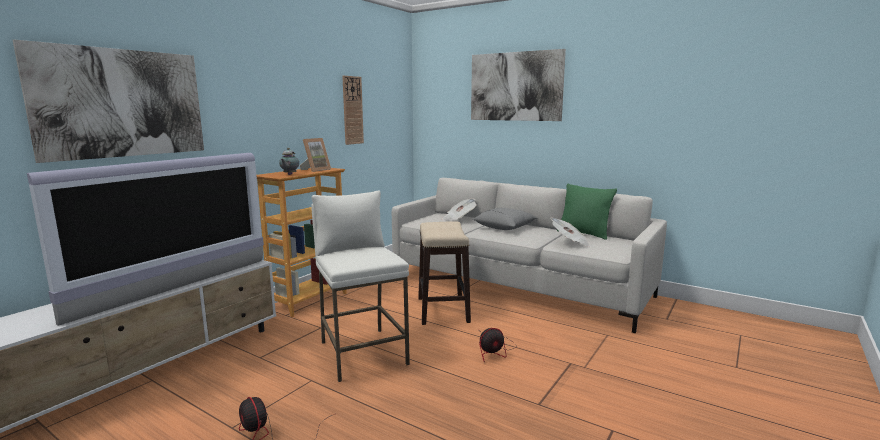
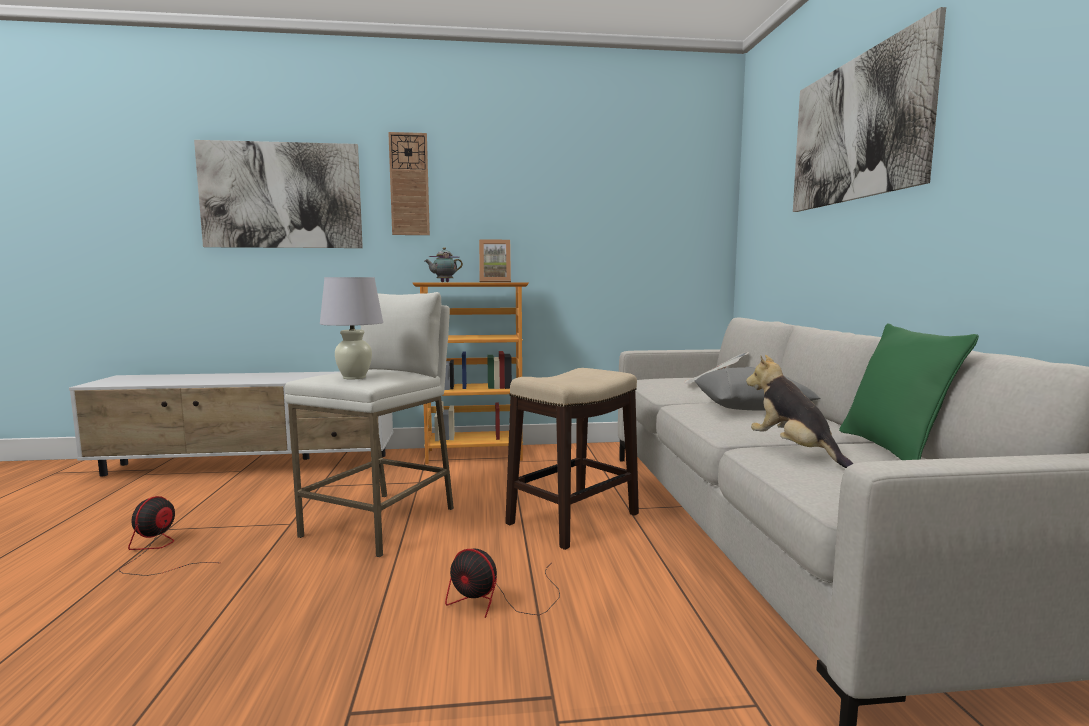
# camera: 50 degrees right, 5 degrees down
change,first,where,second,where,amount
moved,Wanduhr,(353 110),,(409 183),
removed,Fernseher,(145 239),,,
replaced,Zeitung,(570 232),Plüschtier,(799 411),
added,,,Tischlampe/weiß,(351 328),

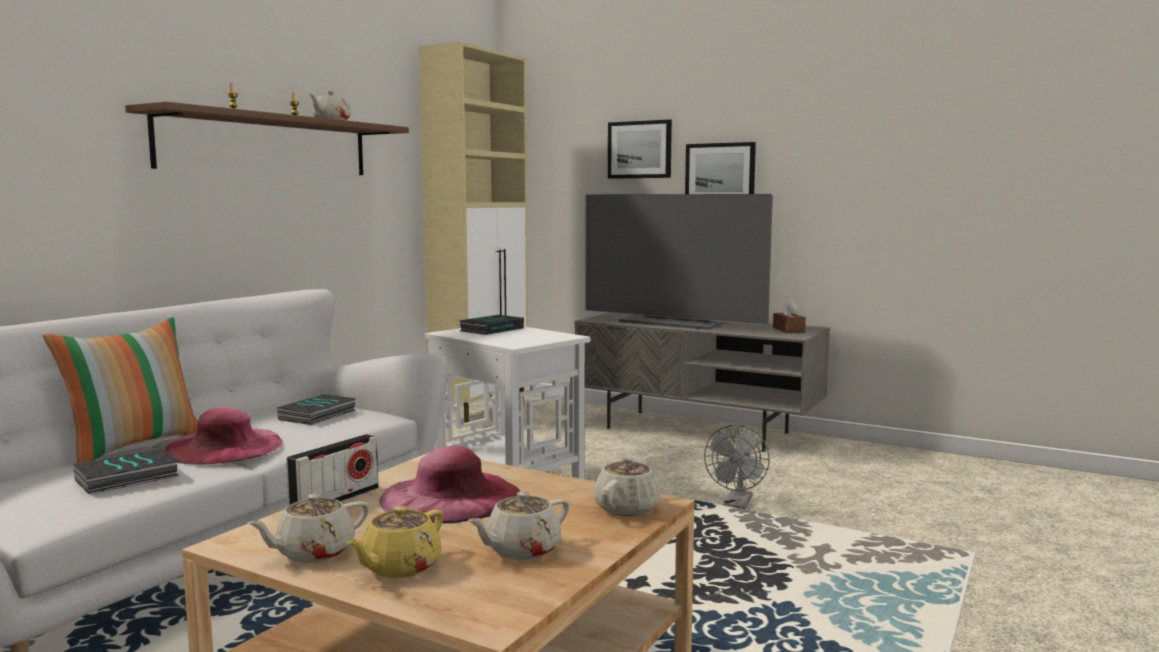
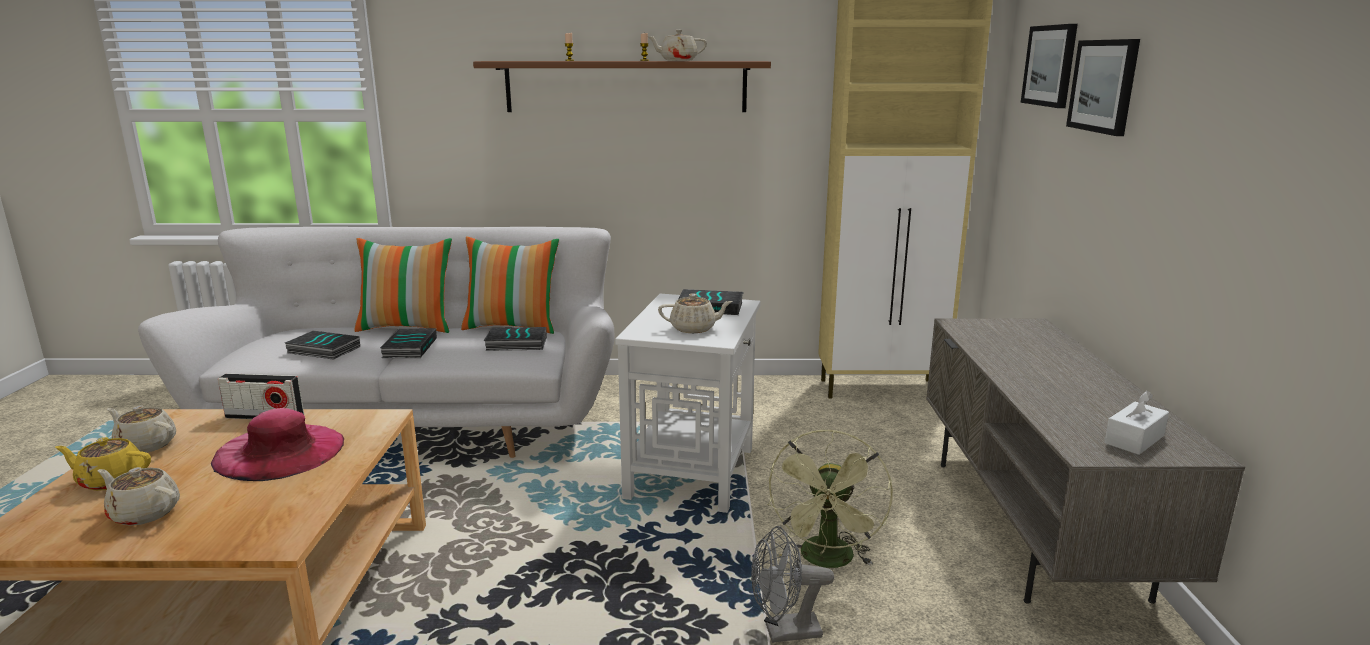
# camera: 60 degrees right, 10 degrees up
change,first,where,second,where,amount
moved,Bild,(720 168),,(1049 66),
removed,Fernseher,(679 262),,,
recoloured,Taschentuchbox/braun,(789 316),Taschentuchbox/weiß,(1136 423),
replaced,Hut/rosa,(223 436),Buch,(408 343),
moved,Teekanne/beige,(627 485),,(695 313),
added,,,Kissen,(510 285),
added,,,Ventilator/grün,(830 498),

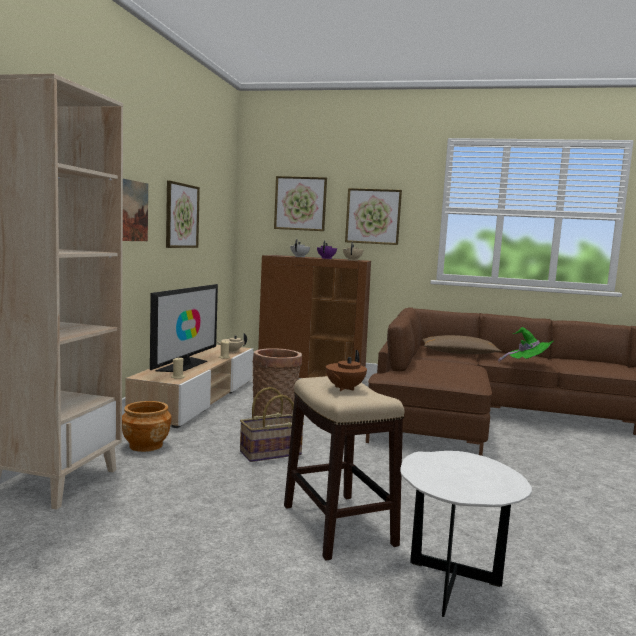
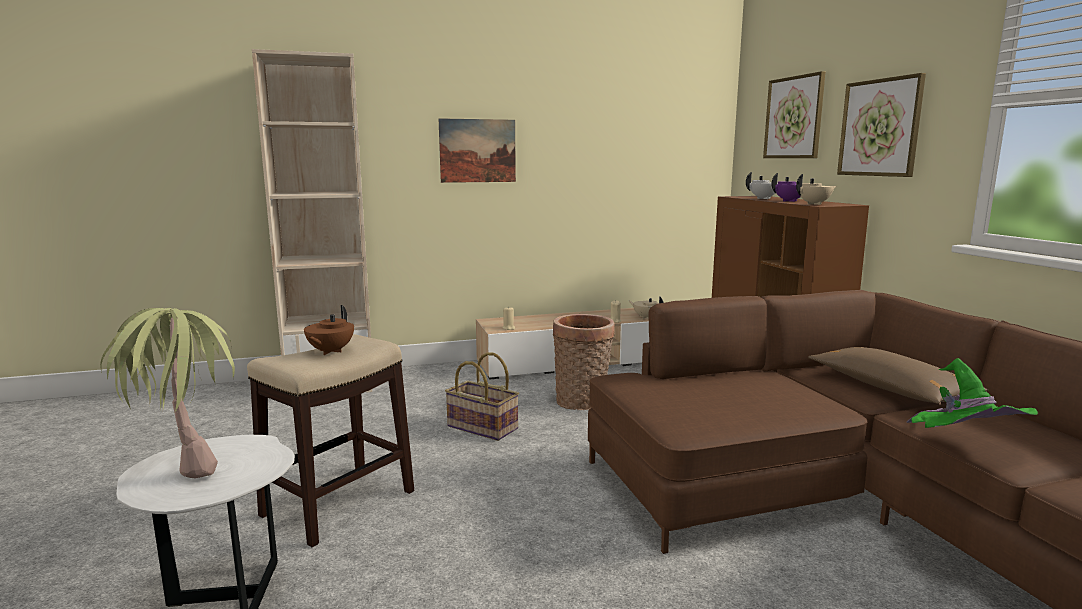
# camera: 60 degrees right, 5 degrees up
change,first,where,second,where,amount
removed,Bild,(183 214),,,
removed,Fernseher,(184 328),,,
turned,Teekanne/braun,(346 370),,(329 330),75 degrees counterclockwise
removed,Pflanzkübel/braun,(146 426),,,
added,,,Topfpflanze,(167 393),

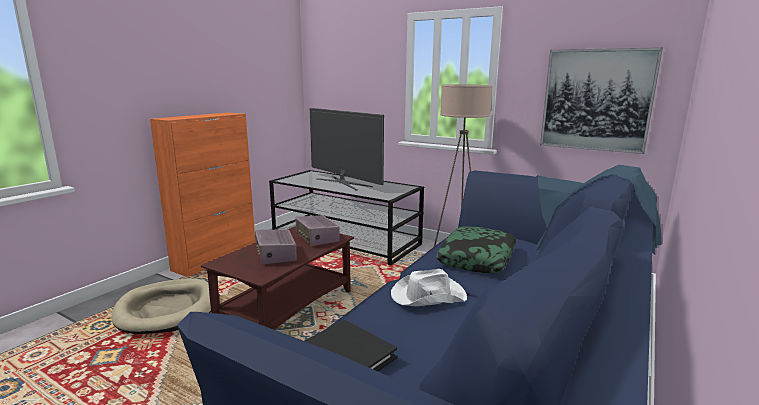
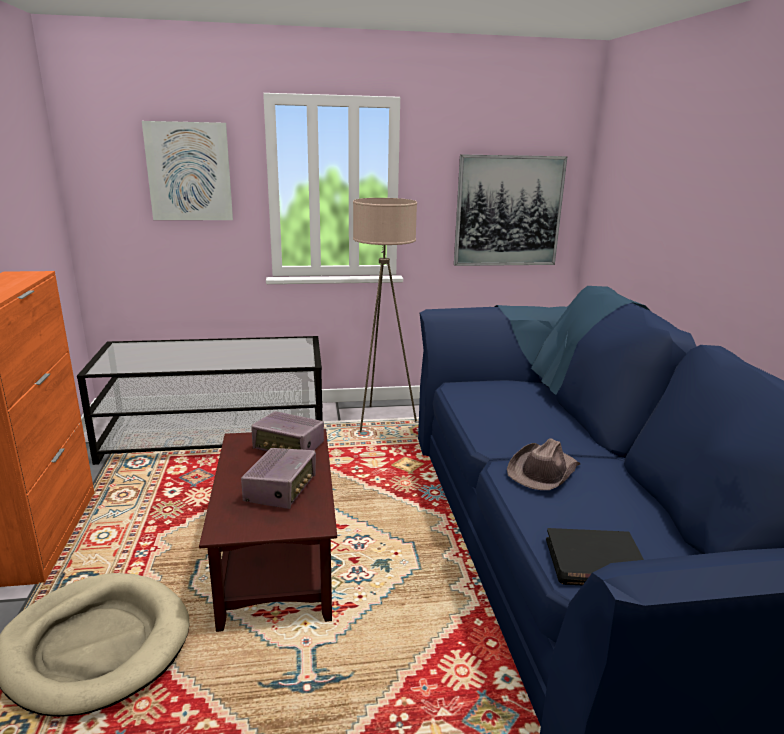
# camera: 40 degrees left, 5 degrees up
change,first,where,second,where,amount
removed,Fernseher,(347 149),,,
removed,Kissen,(475 250),,,
turned,Radio,(276 247),,(278 478),105 degrees counterclockwise
recoloured,Hut/weiß,(429 287),Hut/braun,(543 464),
added,,,Bild,(187 170),

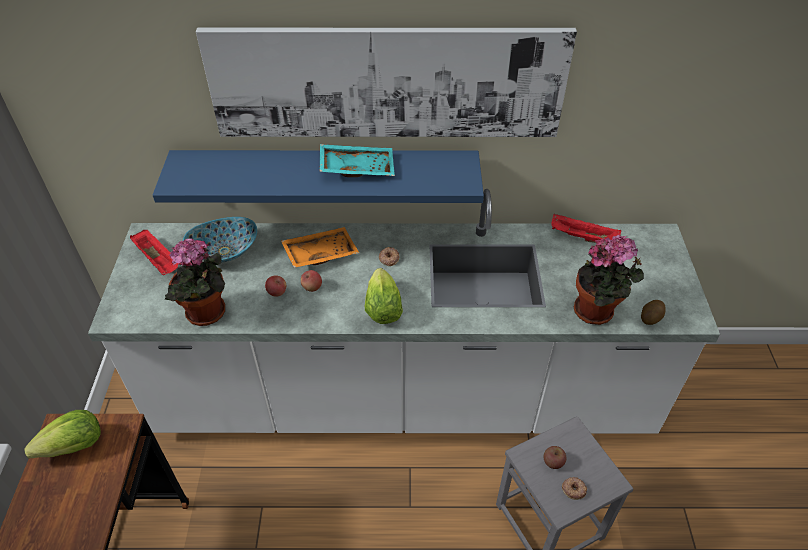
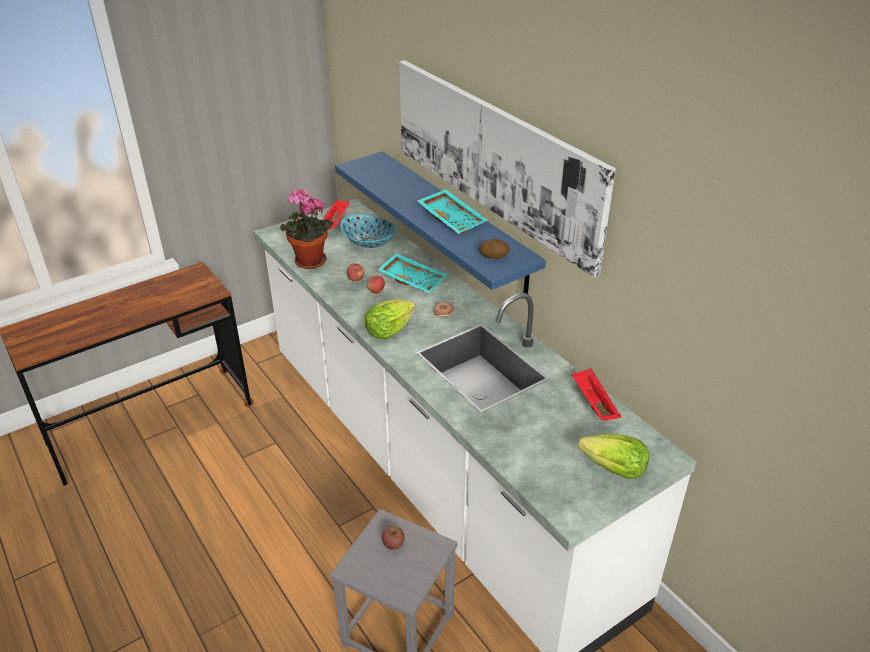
# camera: 55 degrees right, 10 degrees down
change,first,where,second,where,amount
recoloured,Tablett/orange,(320 247),Tablett/türkis,(412 273),
removed,Topfpflanze,(609 280),,,
moved,Kartoffel,(653 312),,(494 249),
moved,Salatkopf,(62 434),,(613 456),
removed,Donut,(574 488),,,

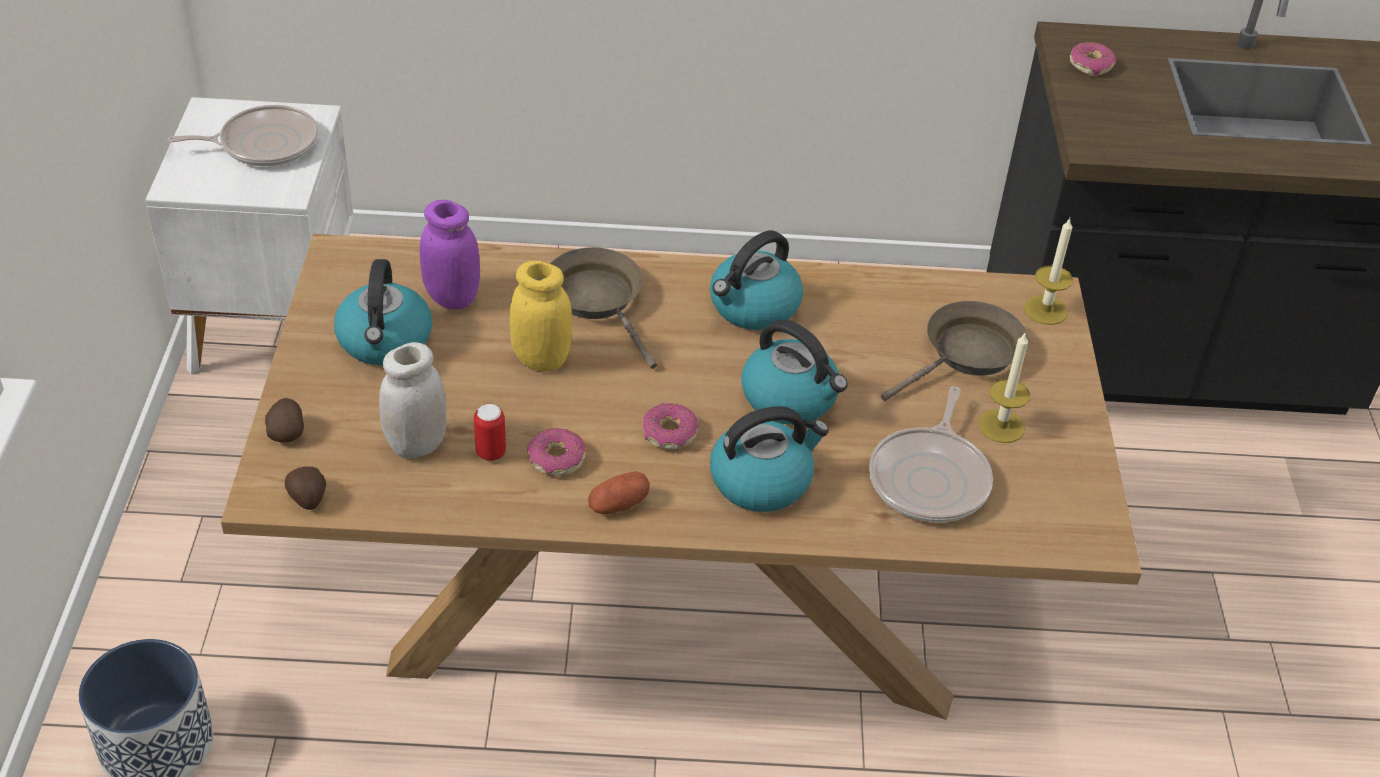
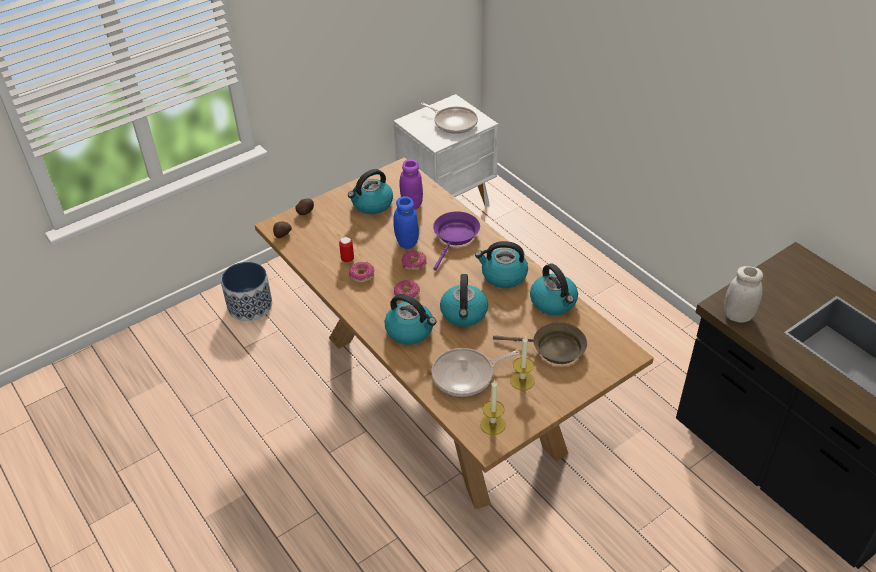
# camera: 55 degrees right, 0 degrees up
change,first,where,second,where,amount
moved,Donut,(1093 59),,(413 261),
moved,Kerze,(1048 271),,(493 407),
recoloured,Pfanne/braun,(603 308),Pfanne/lila,(456 241),
recoloured,Vorratsglas/gelb,(541 316),Vorratsglas/blau,(406 222),
moved,Vorratsglas/weiß,(413 400),,(743 294),
removed,Kartoffel,(619 492),,,
added,,,Wasserkessel,(554 289),

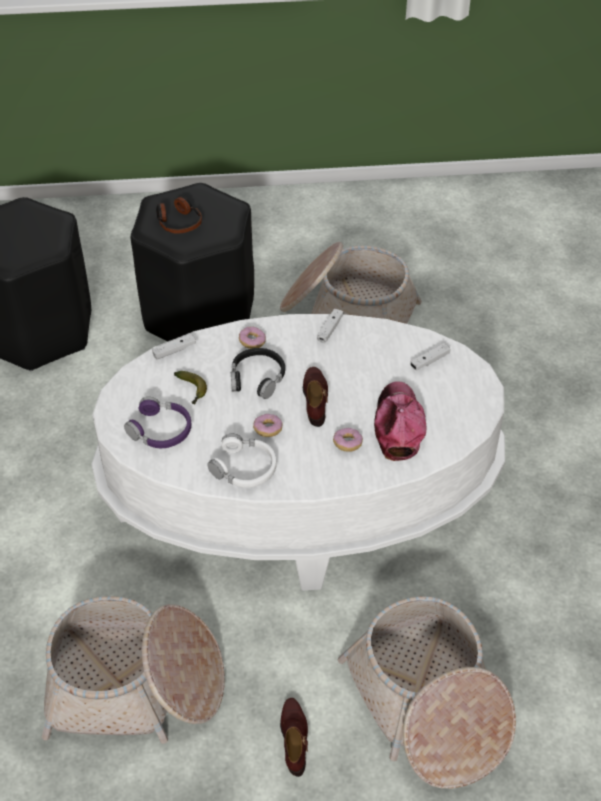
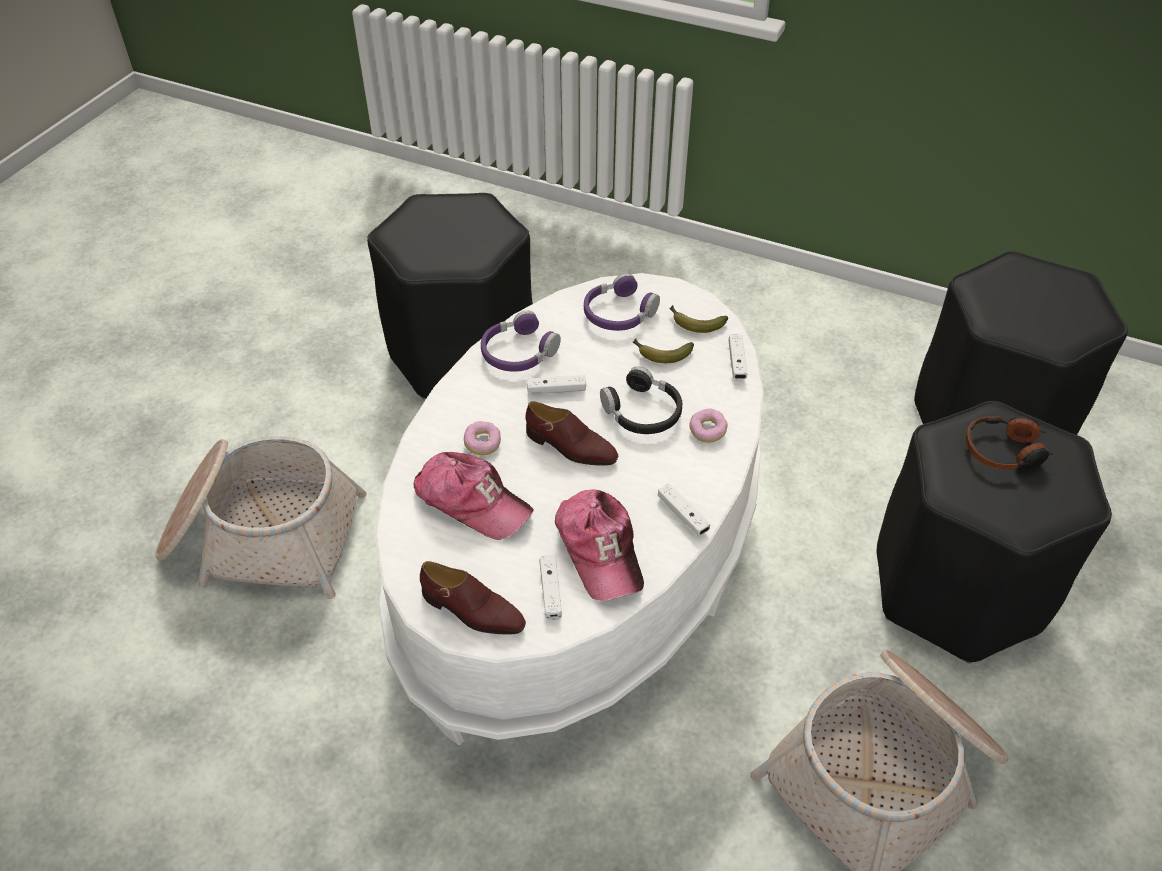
# camera: 120 degrees right, 0 degrees up
change,first,where,second,where,amount
replaced,Donut,(267 425),Gamepad/weiß,(556 384),
recoloured,Kopfhörer/weiß,(242 461),Kopfhörer/lila,(521 341),
replaced,Korb,(133 670),Hocker/schwarz,(450 296),
moved,Schuh/braun,(294 737),,(473 598),
added,,,Banane,(698 319),
added,,,Kappe,(599 545),

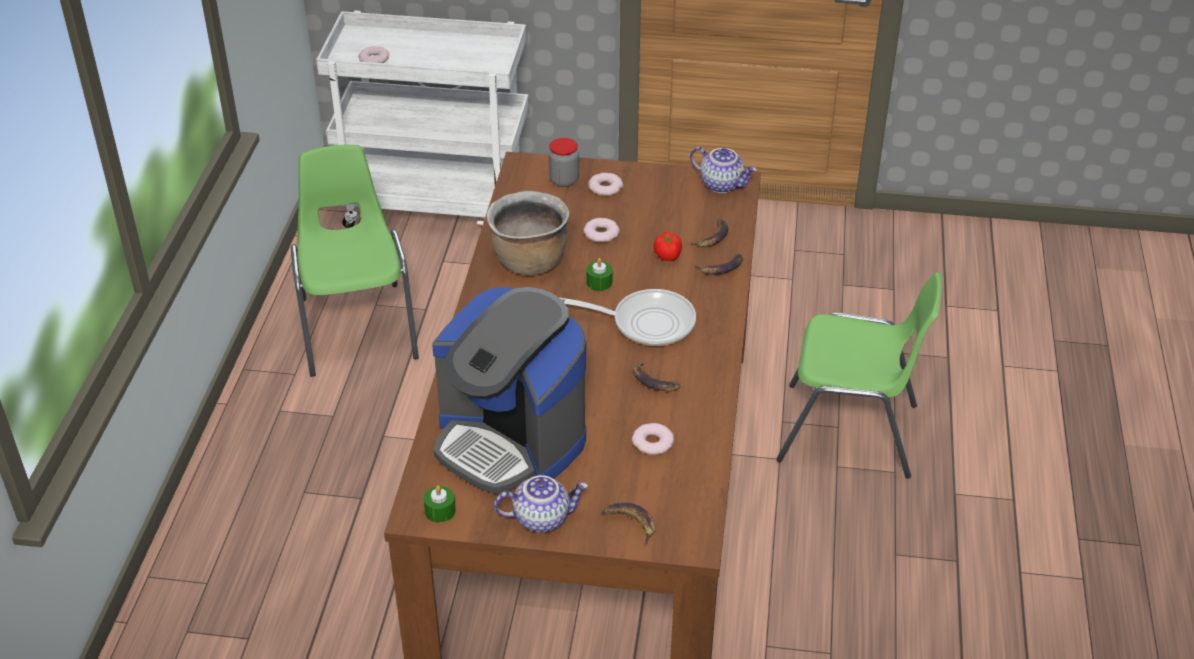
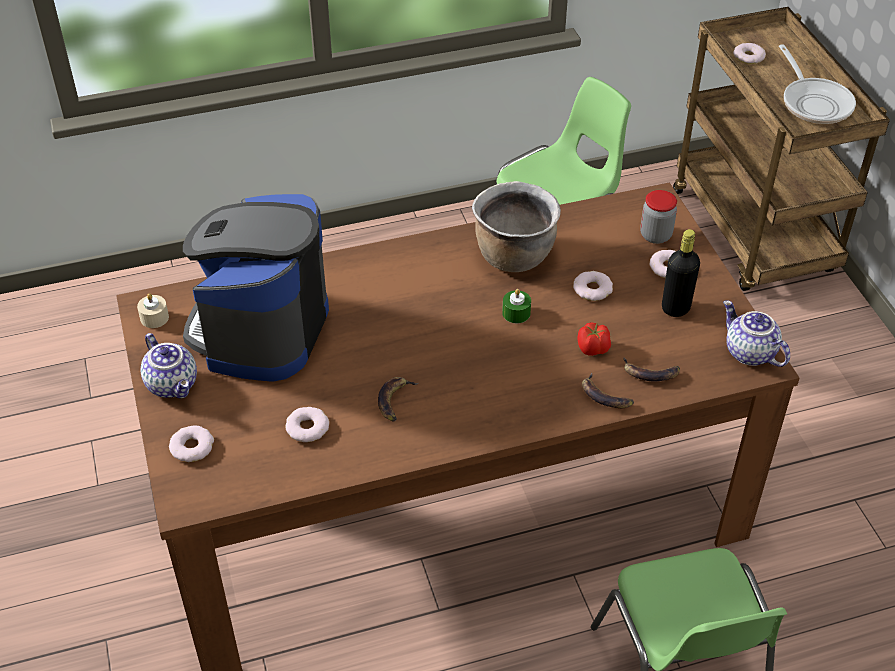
# camera: 65 degrees right, 5 degrees up
change,first,where,second,where,amount
recoloured,Rollwagen/weiß,(422 119),Rollwagen/braun,(781 149),
turned,Teekanne,(723 170),,(756 333),135 degrees clockwise
moved,Pfanne,(628 317),,(817 84),
recoloured,Kerze/grün,(440 504),Kerze/beige,(153 310),
replaced,Banane,(629 524),Donut,(191 444),
added,,,Flasche/schwarz,(681 273),

